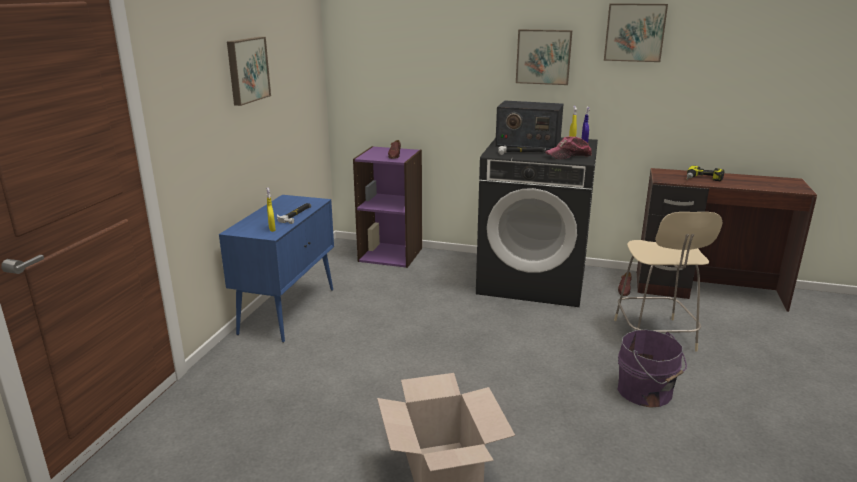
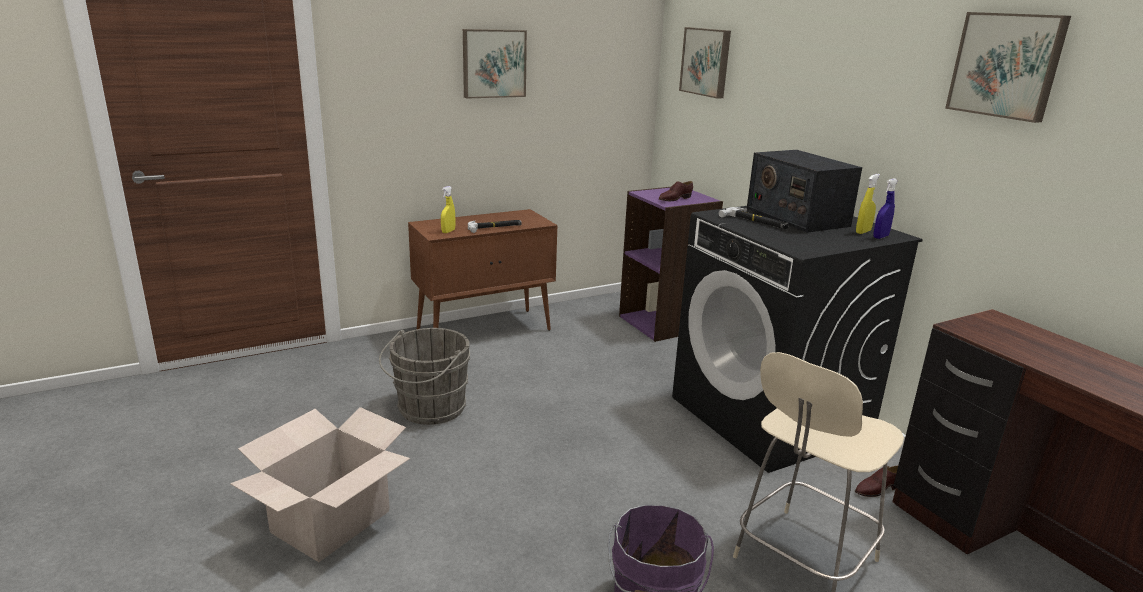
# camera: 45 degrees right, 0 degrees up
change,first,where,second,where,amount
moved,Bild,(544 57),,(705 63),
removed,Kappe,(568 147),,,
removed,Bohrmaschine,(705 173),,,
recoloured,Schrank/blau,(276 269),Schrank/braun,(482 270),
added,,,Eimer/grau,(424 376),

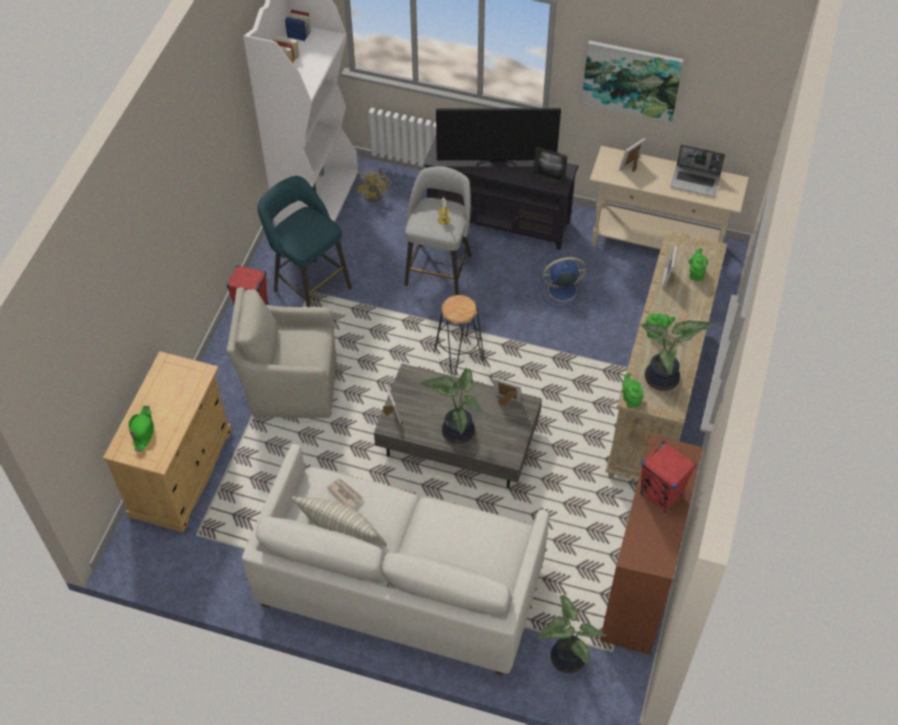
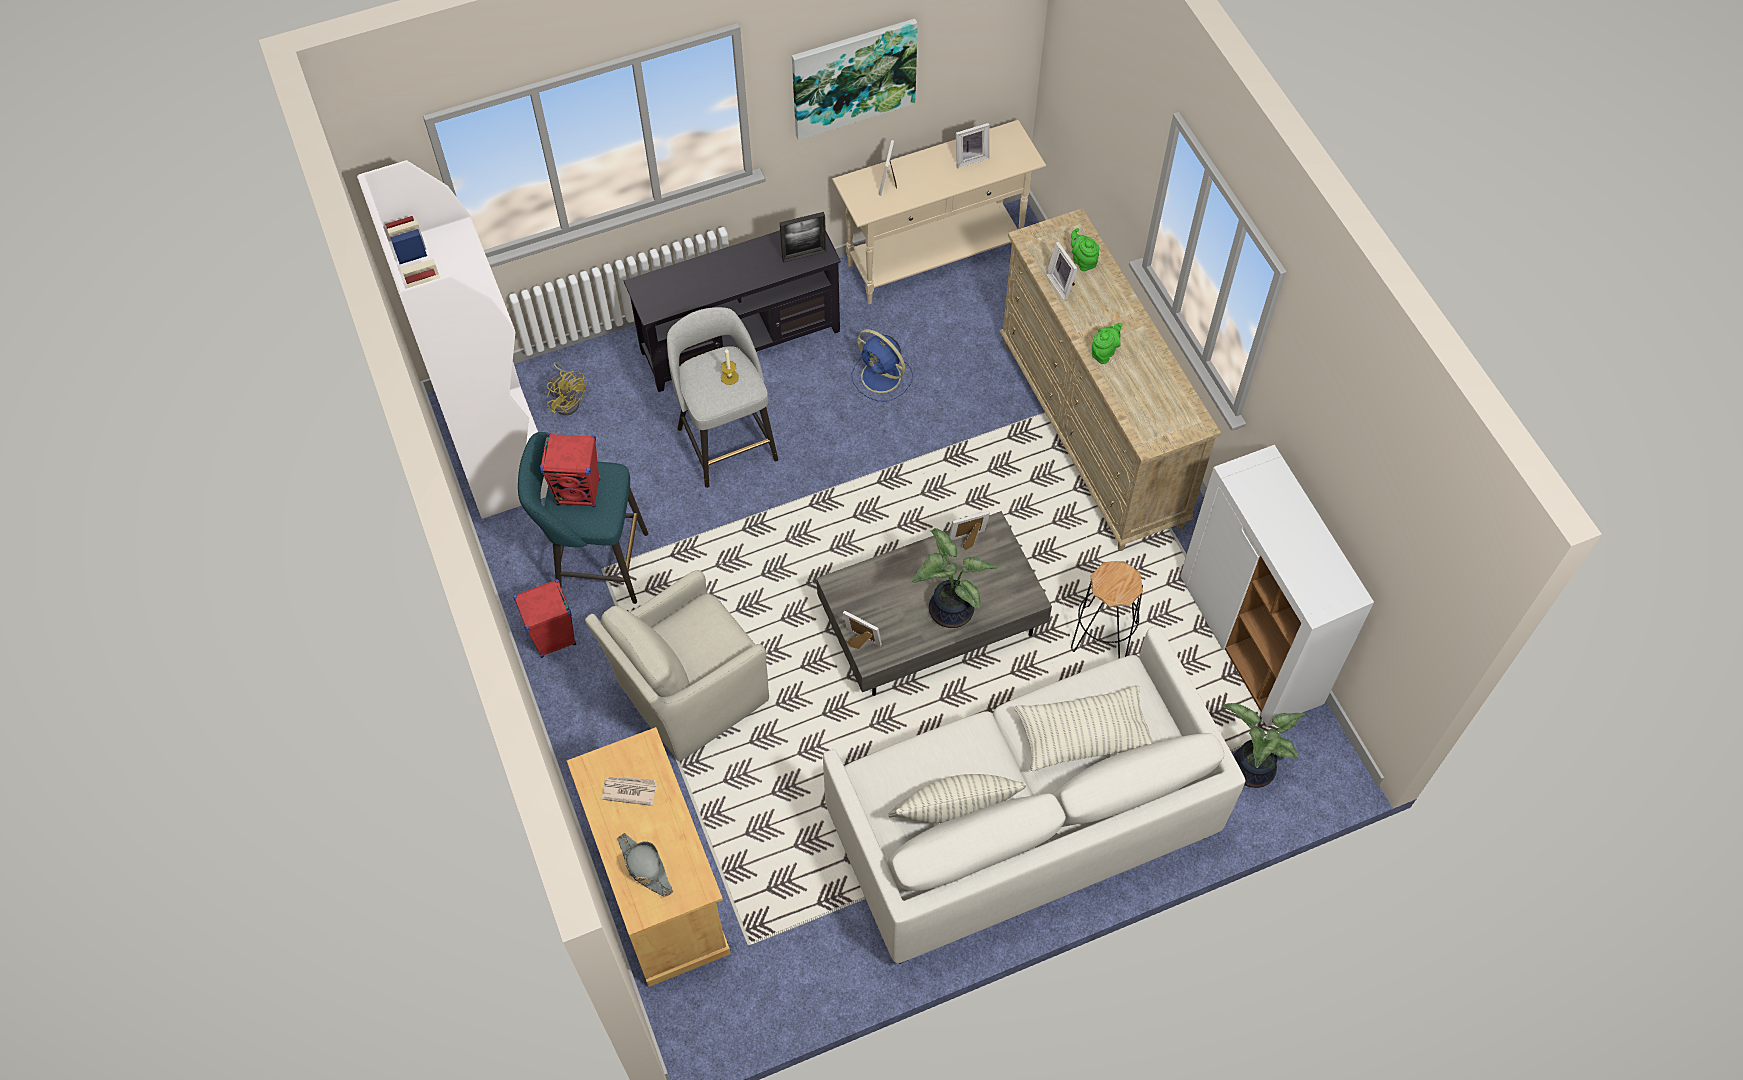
# camera: 40 degrees left, 5 degrees up
change,first,where,second,where,amount
removed,Fernseher,(498 137),,,
replaced,Laptop,(697 170),Bilderrahmen,(973 145),
turned,Ventilator/blau,(564 282),,(882 365),90 degrees counterclockwise
moved,Hocker/schwarz,(459 335),,(1107 609),
removed,Topfpflanze,(678 355),,,
removed,Teekanne/grün,(632 390),,,
recoloured,Hut/grün,(141 429),Hut/grau,(645 865),
recoloured,Schrank/braun,(651 544),Schrank/weiß,(1277 586),
moved,Lautsprecher/rot,(668 477),,(570 470),
moved,Zeitung,(345 493),,(629 791),
added,,,Kissen,(1084 728),

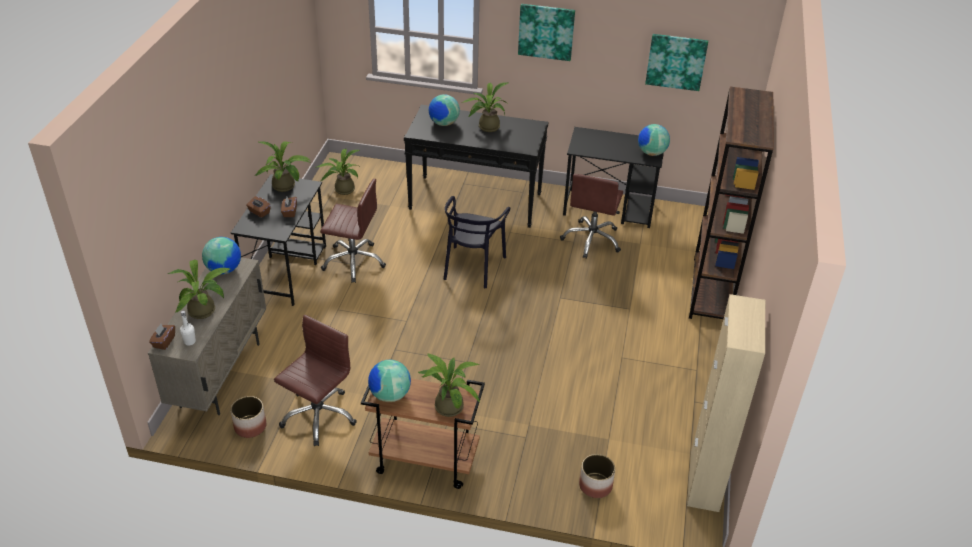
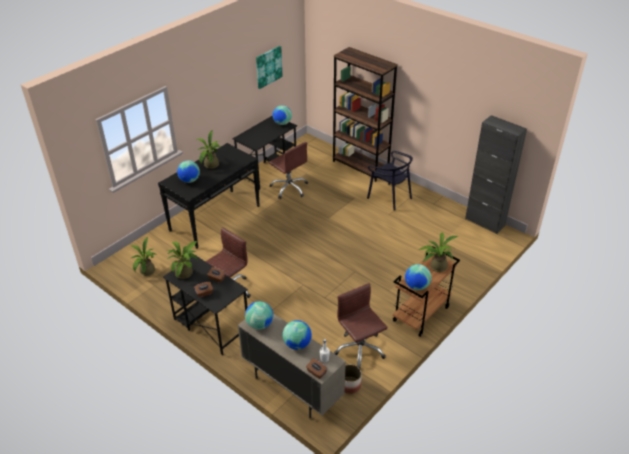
# camera: 60 degrees left, 0 degrees up
change,first,where,second,where,amount
removed,Bild,(546 32),,,
moved,Stuhl/schwarz,(477 242),,(390 181),
replaced,Topfpflanze,(198 289),Globus,(297 335),
recoloured,Schrank/beige,(726 403),Schrank/schwarz,(496 174),
removed,Pflanzkübel,(597 476),,,

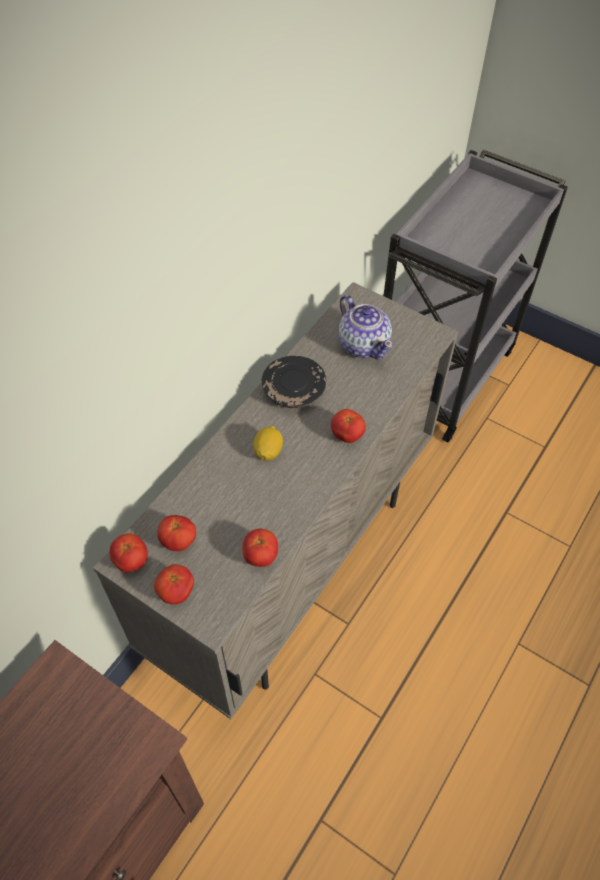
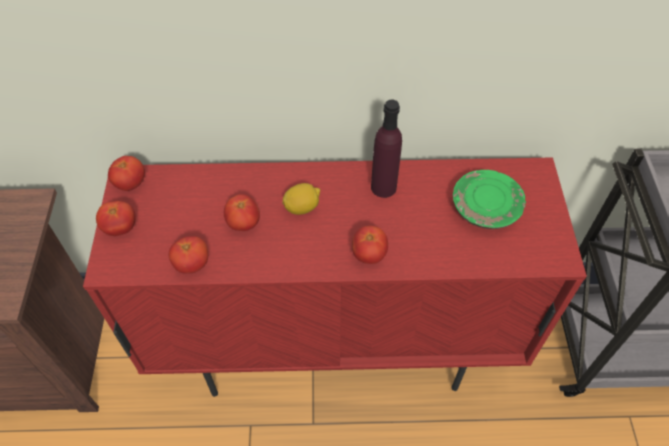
# camera: 55 degrees right, 0 degrees up
change,first,where,second,where,amount
recoloured,Schrank/beige,(275 500),Schrank/rot,(335 277),
replaced,Teekanne,(366 327),Teller/grün,(489 199),
replaced,Teller/schwarz,(294 382),Flasche/lila,(386 148),
moved,Tomate,(176 533),,(242 212),

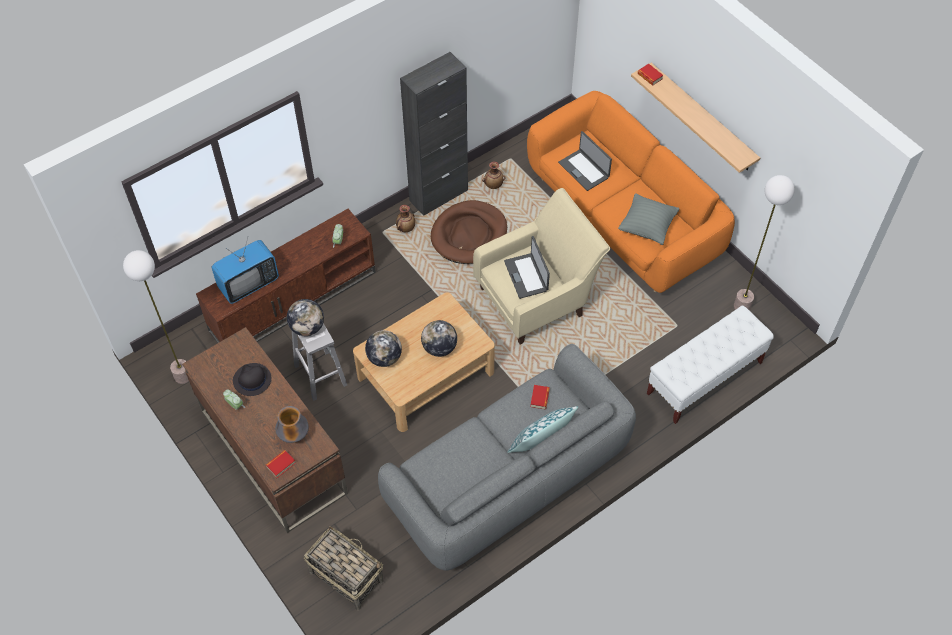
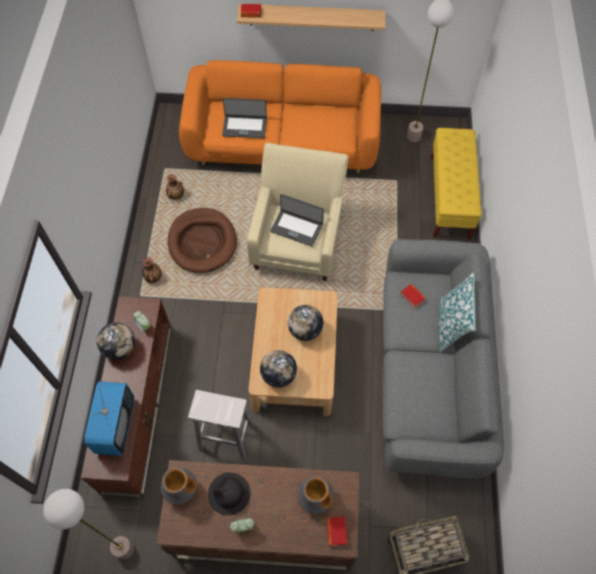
# camera: 50 degrees left, 5 degrees up
change,first,where,second,where,amount
removed,Schrank/schwarz,(434 134),,,
removed,Kissen/grau,(648 219),,,
moved,Globus,(305 317),,(116 341),
recoloured,Bank/weiß,(710 365),Bank/gelb,(456 183),
added,,,Vase,(179 486),

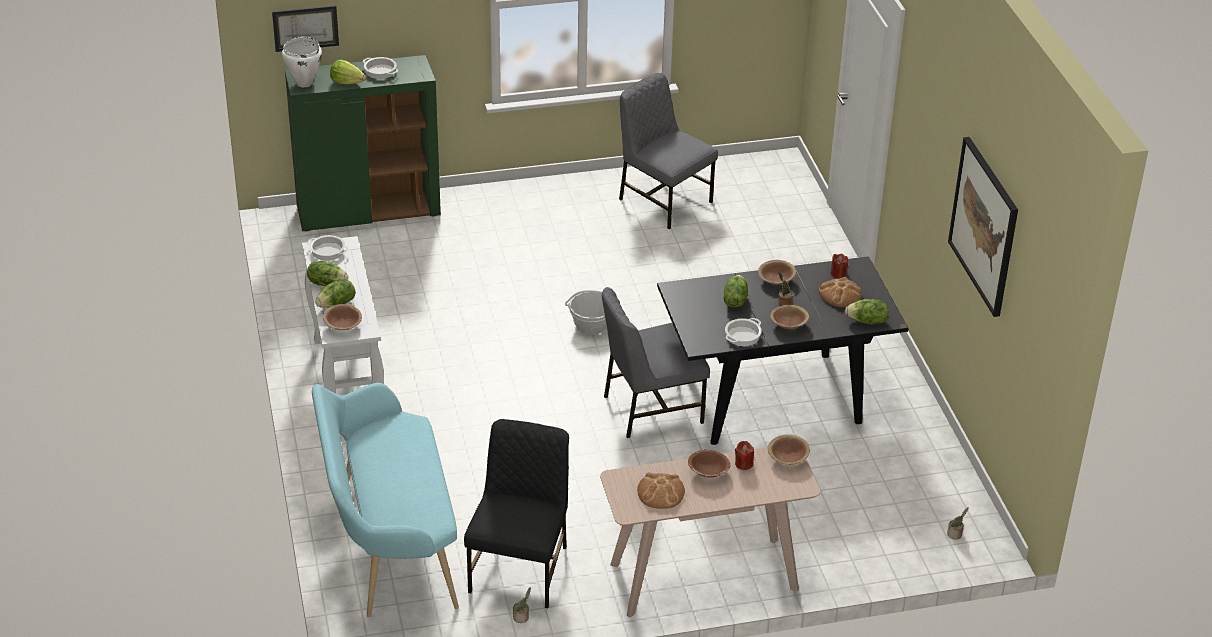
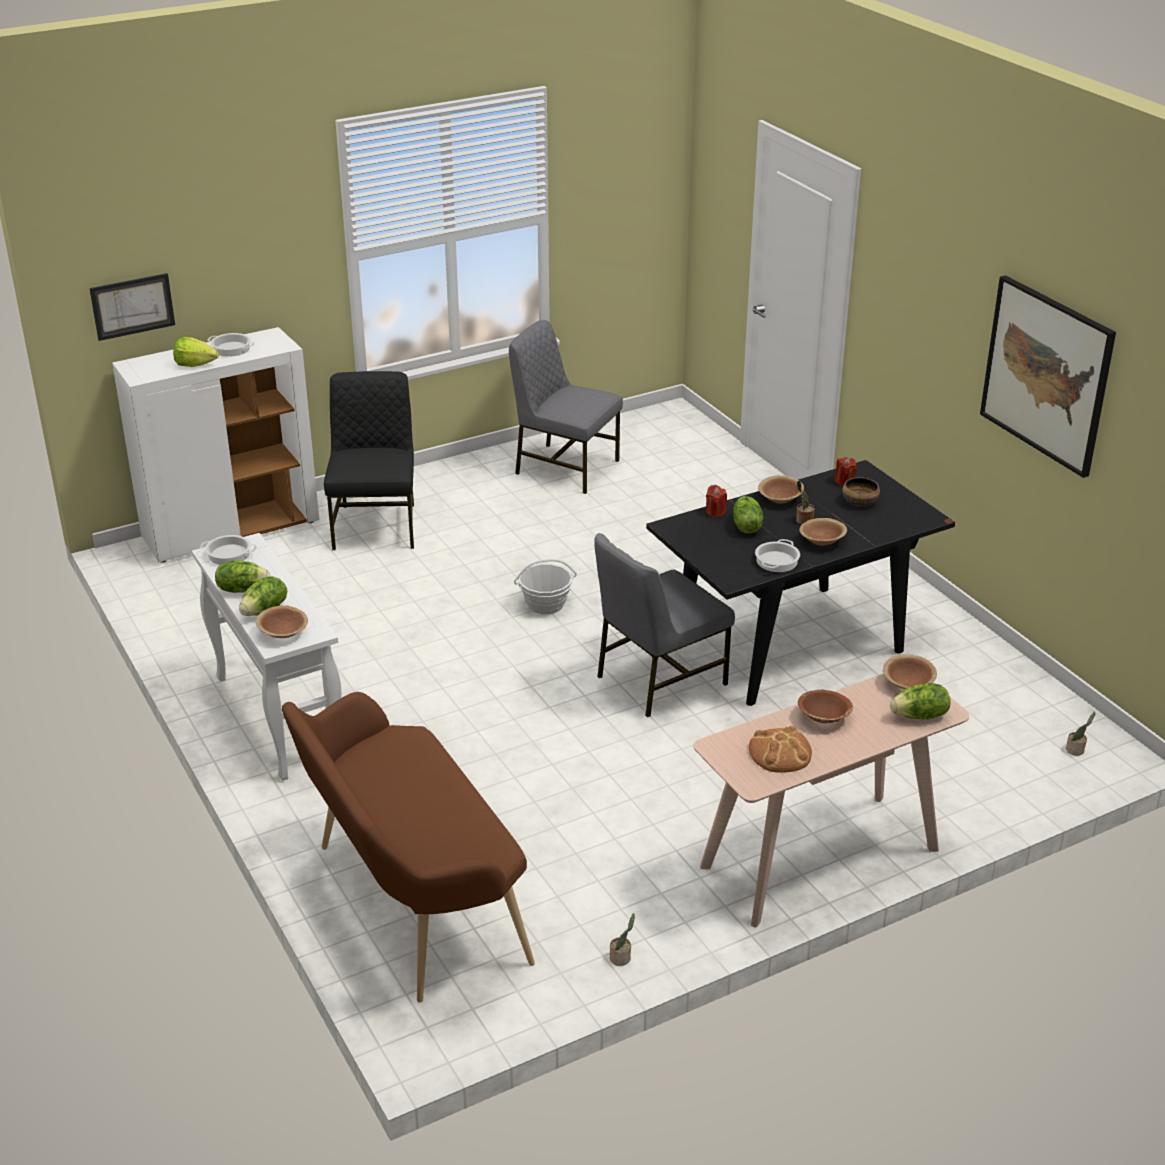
# camera: 15 degrees left, 5 degrees down
change,first,where,second,where,amount
removed,Kochtopf/weiß,(302 62),,,
recoloured,Schrank/grün,(363 143),Schrank/weiß,(215 445),
replaced,Brot,(840 292),Schüssel,(861 491),
moved,Salatkopf,(866 311),,(920 701),
recoloured,Bank/türkis,(385 500),Bank/braun,(408 847),
moved,Stuhl/schwarz,(516 513),,(369 460),
moved,Kerze/rot,(744 455),,(716 501),

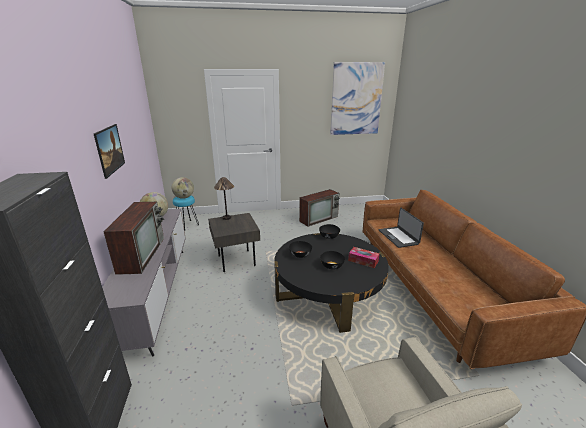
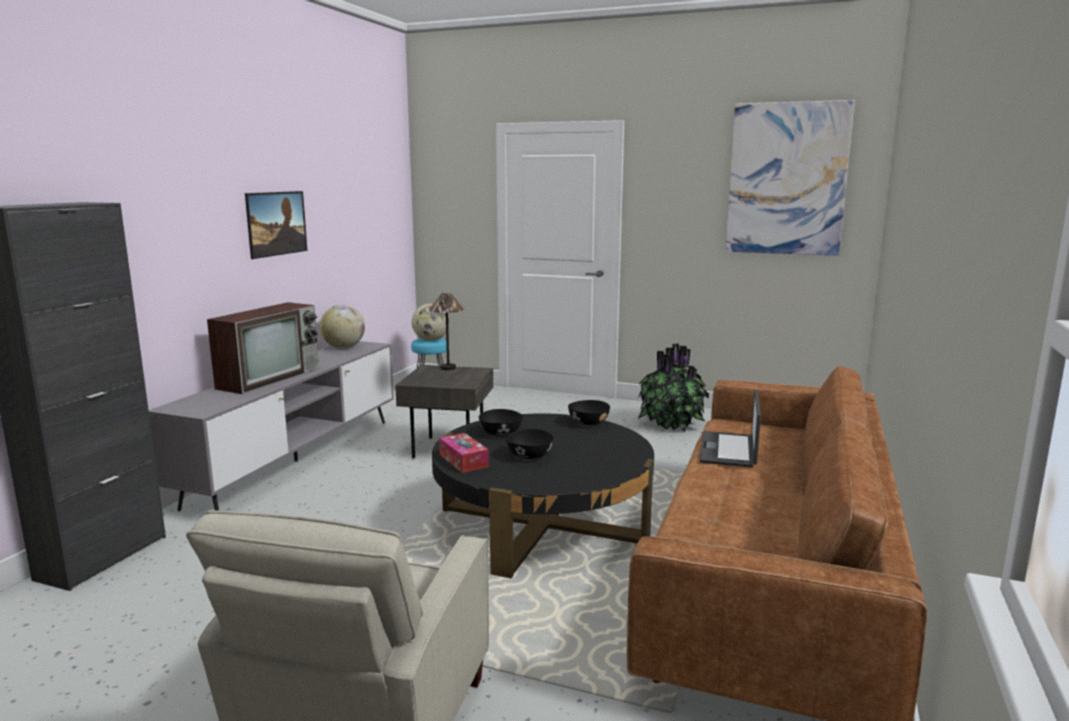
# camera: 30 degrees right, 10 degrees down
change,first,where,second,where,amount
replaced,Fernseher,(319 208),Topfpflanze,(673 388),
moved,Taschentuchbox,(364 257),,(464 453),

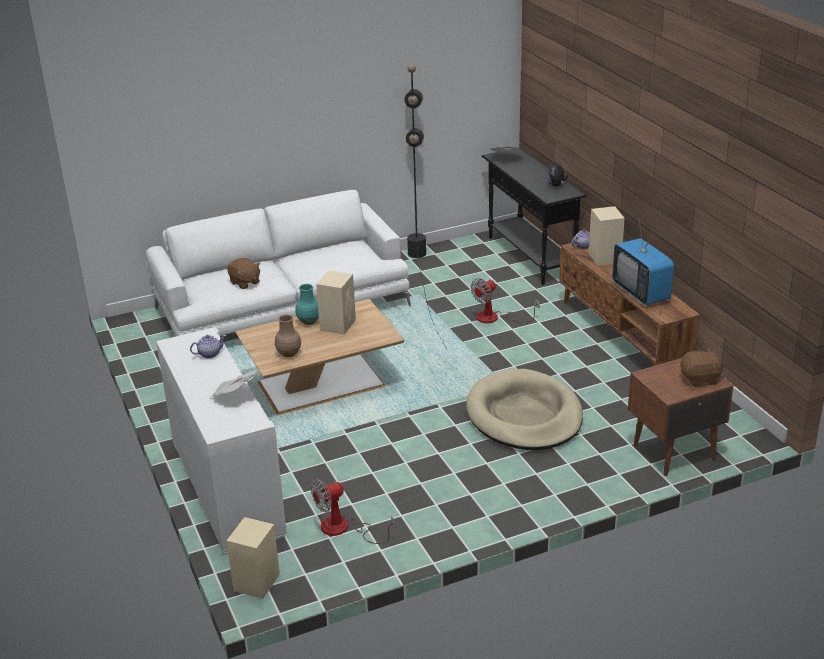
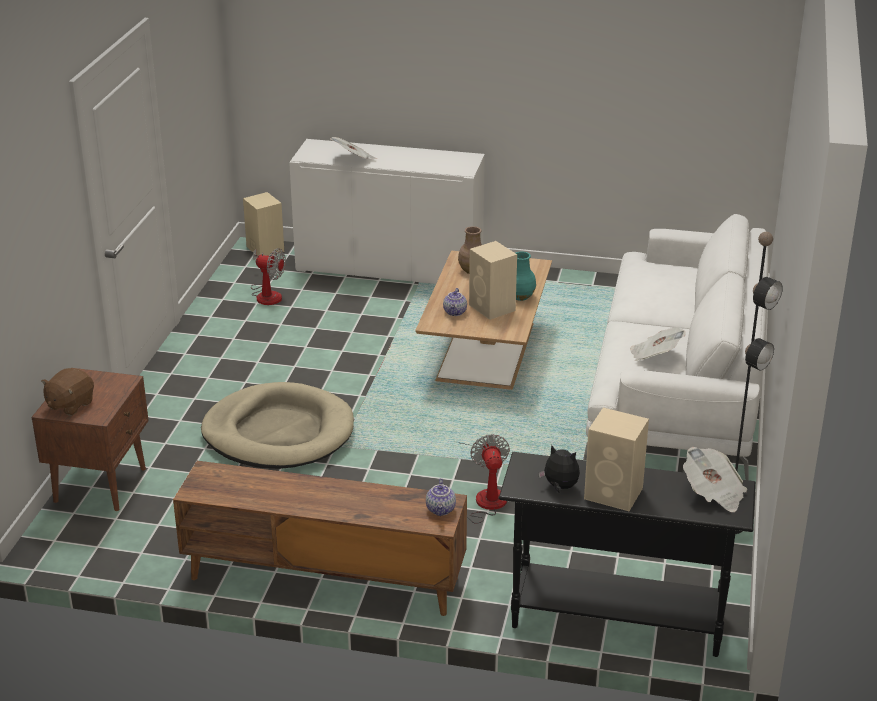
# camera: 125 degrees right, 0 degrees up
change,first,where,second,where,amount
moved,Lautsprecher/beige,(607 236),,(616 459),
removed,Fernseher,(643 261),,,
removed,Plüschtier/braun,(243 273),,,
moved,Teekanne,(208 346),,(455 302),
turned,Ventilator,(353 511),,(268 276),105 degrees clockwise
added,,,Zeitung,(658 344),

